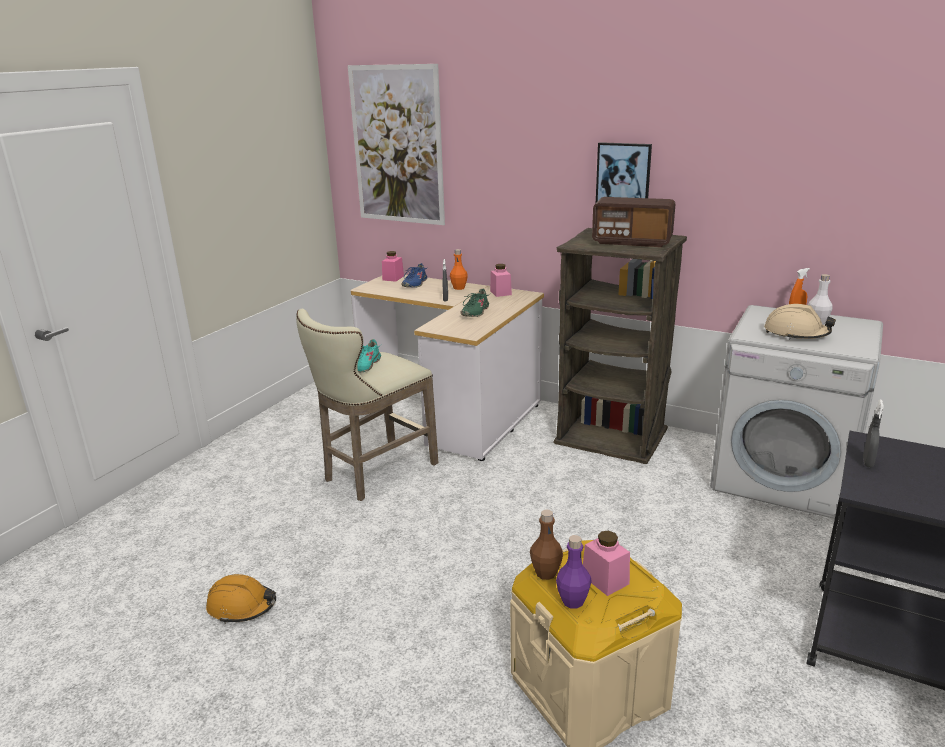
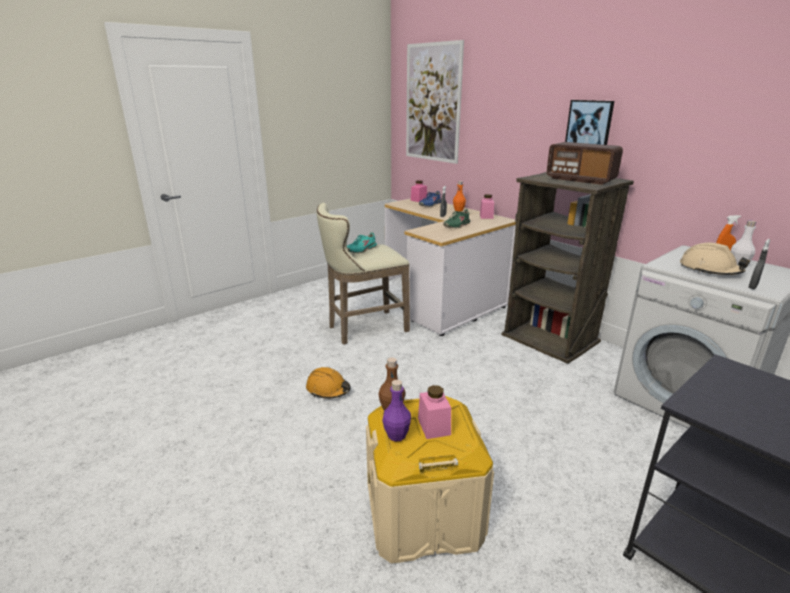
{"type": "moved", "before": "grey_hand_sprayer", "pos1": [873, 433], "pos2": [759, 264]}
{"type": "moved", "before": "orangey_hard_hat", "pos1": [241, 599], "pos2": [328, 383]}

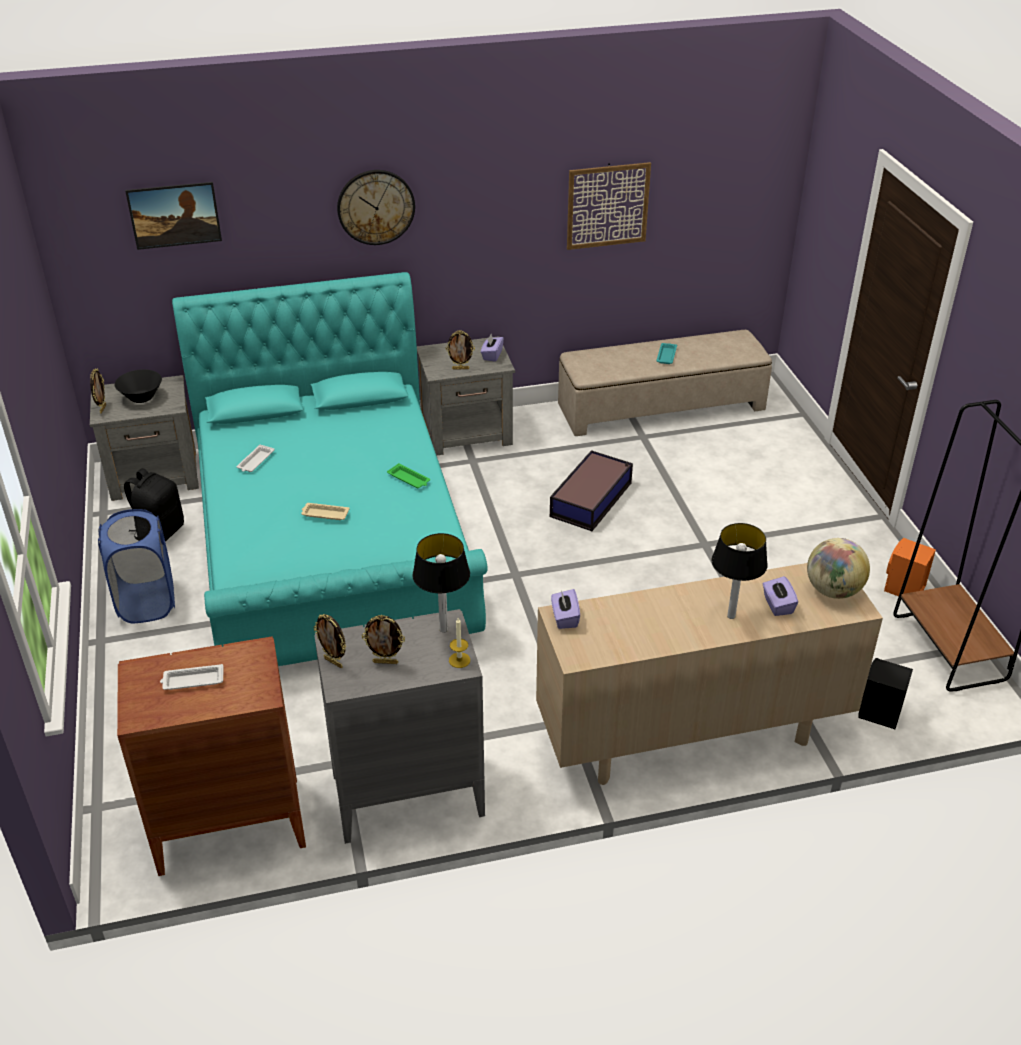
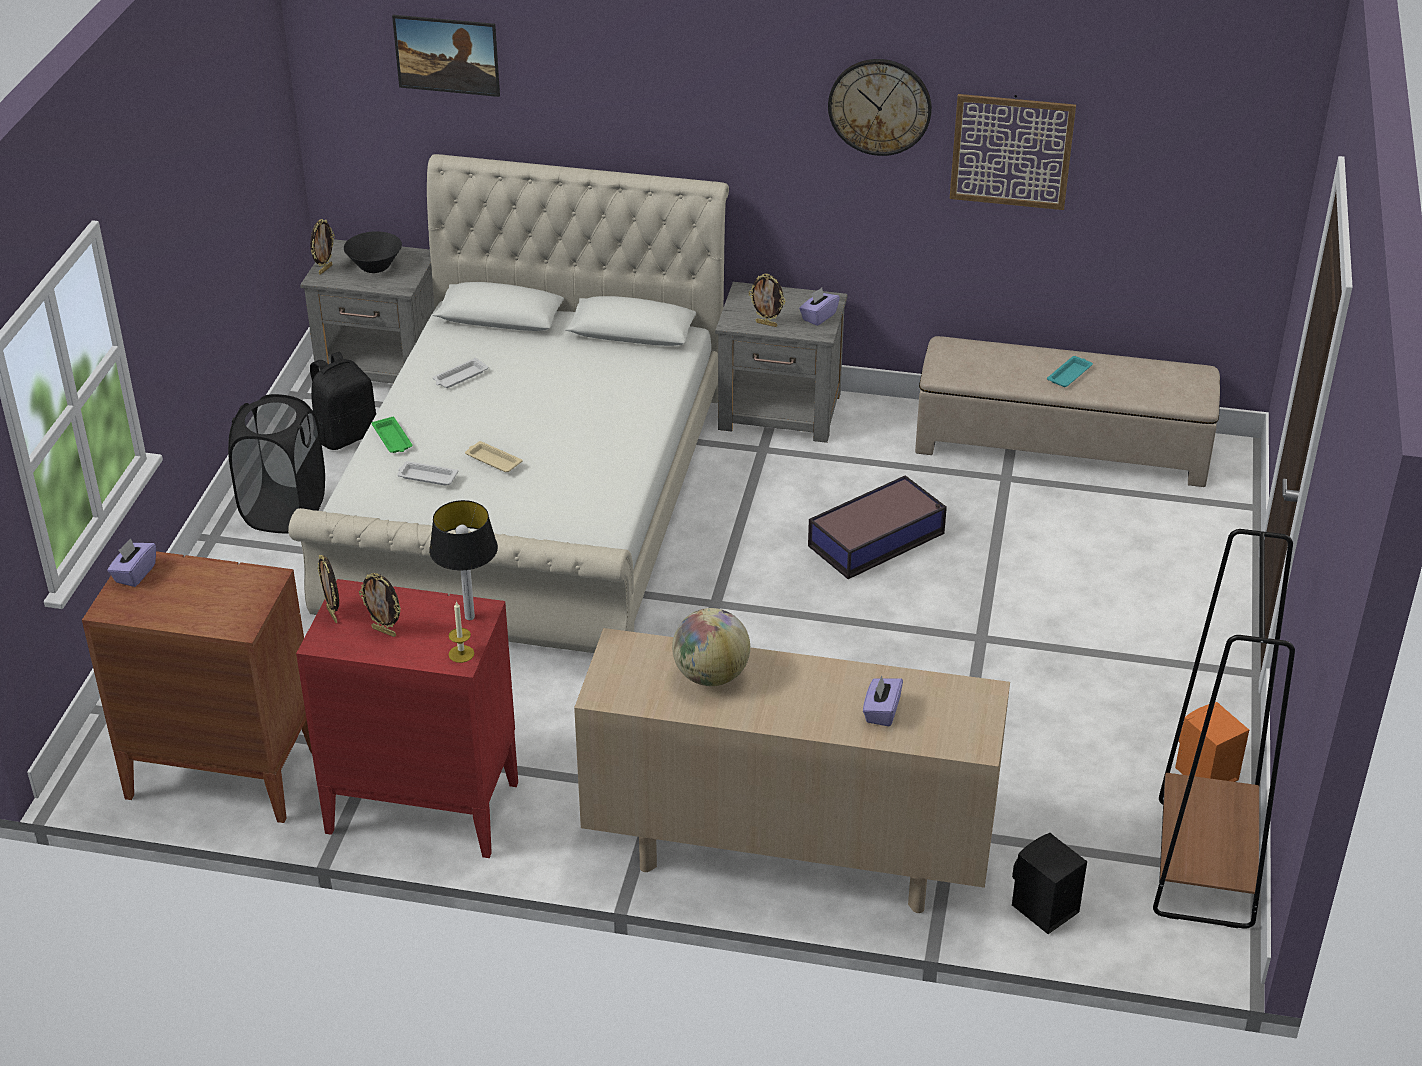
{"type": "moved", "before": "clock_on_the_wall", "pos1": [376, 207], "pos2": [880, 107]}
{"type": "recoloured", "before": "turquoise-coloured_bed", "after": "beige_bed", "pos1": [330, 469], "pos2": [508, 403]}
{"type": "moved", "before": "green-coloured_serving_tray", "pos1": [408, 475], "pos2": [392, 434]}
{"type": "recoloured", "before": "bluish_washing_basket", "after": "black-coloured_washing_basket", "pos1": [136, 566], "pos2": [276, 463]}
{"type": "removed", "before": "tabletop_lamp", "pos1": [740, 571]}
{"type": "moved", "before": "desk_globe", "pos1": [838, 568], "pos2": [711, 647]}
{"type": "moved", "before": "purplish_box_of_tissues", "pos1": [565, 609], "pos2": [131, 562]}
{"type": "recoloured", "before": "grey_dresser", "after": "red-coloured_dresser", "pos1": [399, 726], "pos2": [407, 718]}
{"type": "moved", "before": "white-coloured_serving_tray", "pos1": [192, 677], "pos2": [427, 473]}

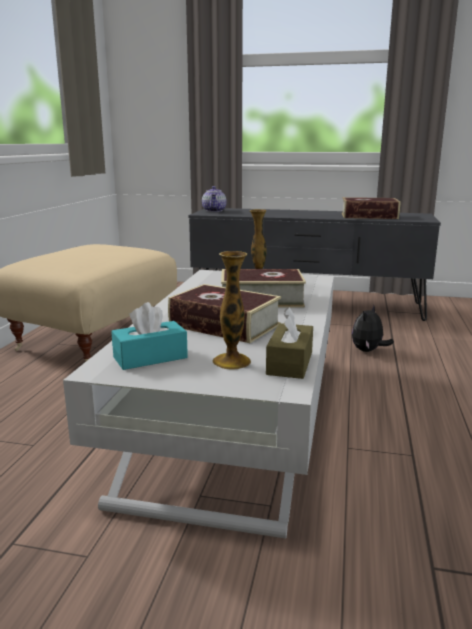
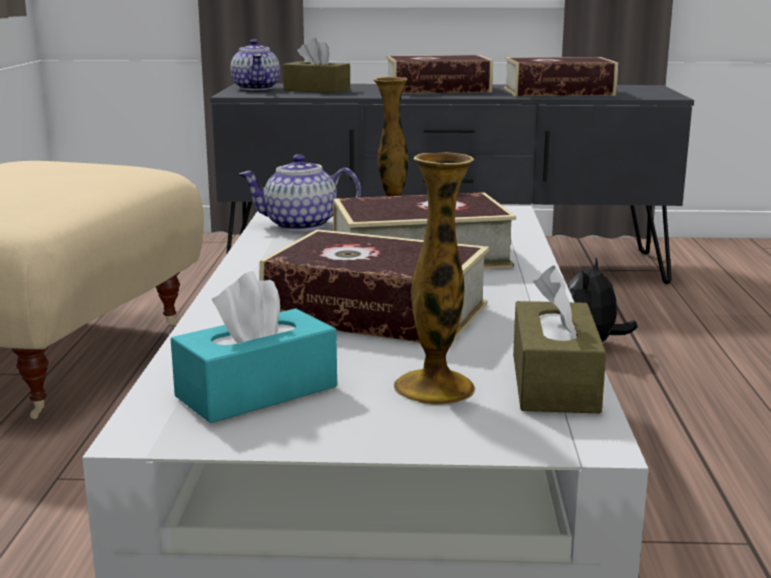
{"type": "added", "after": "brown-coloured_box_of_tissues", "pos2": [316, 65]}
{"type": "added", "after": "volume", "pos2": [439, 74]}
{"type": "added", "after": "pot_for_tea", "pos2": [300, 192]}

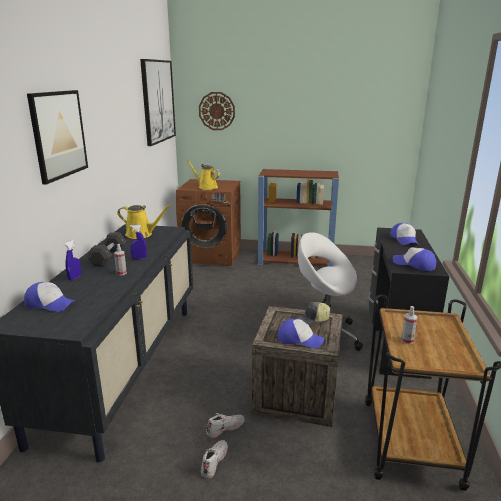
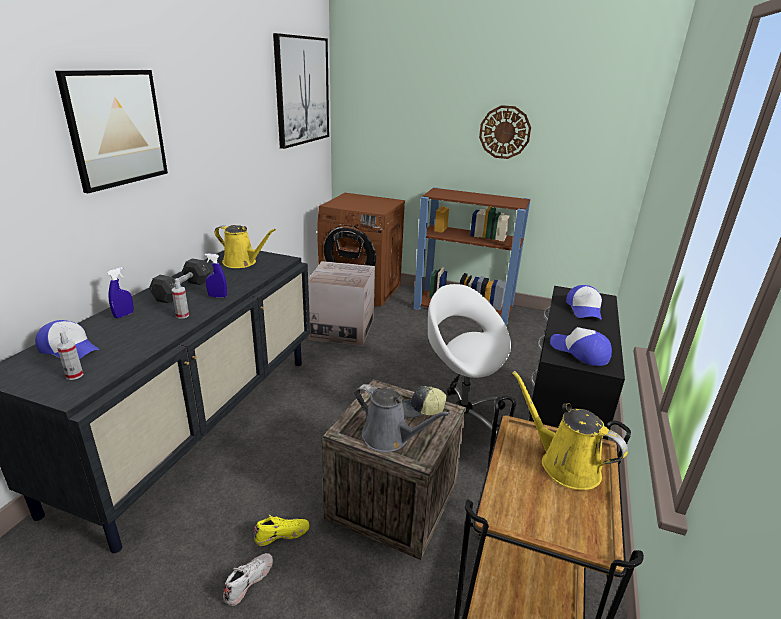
{"type": "moved", "before": "clock_on_the_wall", "pos1": [217, 111], "pos2": [505, 132]}
{"type": "moved", "before": "yellowish_sprinkling_can", "pos1": [203, 175], "pos2": [570, 430]}
{"type": "moved", "before": "hand_sprayer", "pos1": [409, 325], "pos2": [70, 355]}
{"type": "replaced", "before": "baseball_cap", "after": "grey_sprinkling_can", "pos1": [301, 334], "pos2": [402, 418]}
{"type": "recoloured", "before": "white-coloured_low_shoe", "after": "yellowish_low_shoe", "pos1": [225, 425], "pos2": [281, 530]}
{"type": "added", "after": "packing_box", "pos2": [341, 303]}

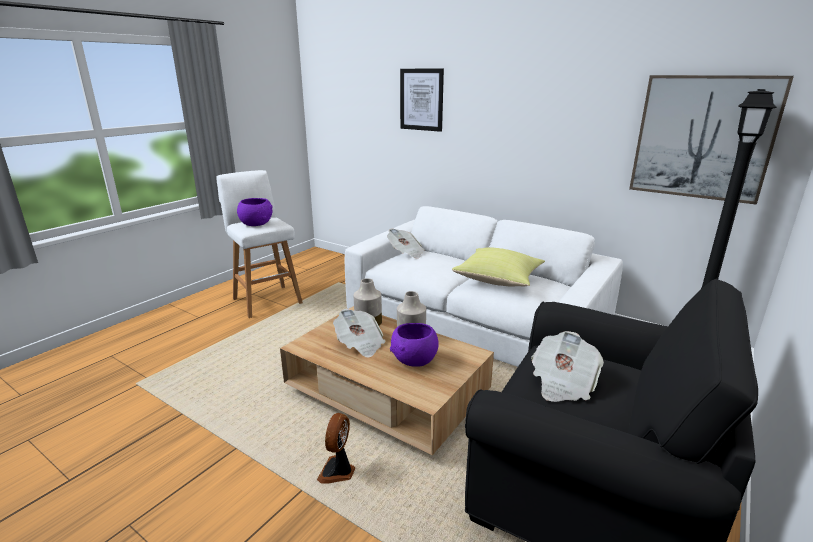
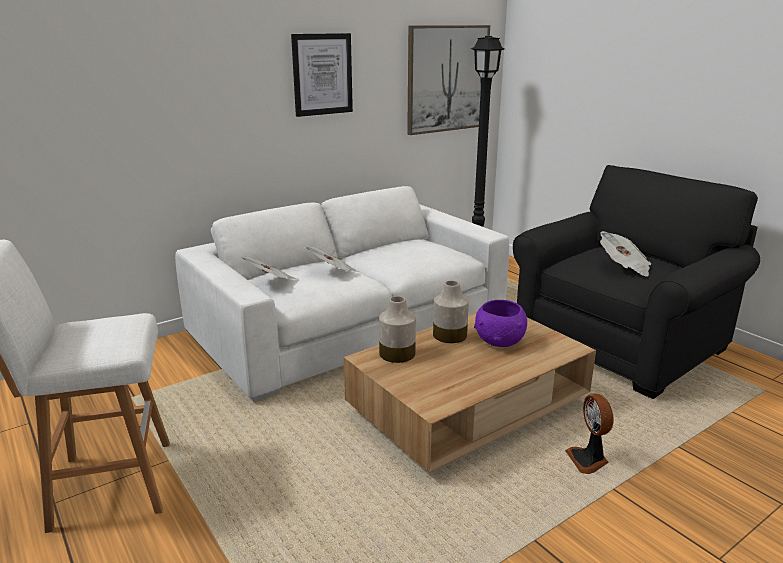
{"type": "moved", "before": "picture", "pos1": [422, 100], "pos2": [322, 75]}
{"type": "removed", "before": "purplish_deep_dish", "pos1": [255, 212]}
{"type": "removed", "before": "yellowish_throw_pillow", "pos1": [498, 267]}
{"type": "moved", "before": "newspaper", "pos1": [359, 333], "pos2": [332, 259]}
{"type": "turned", "before": "fan", "pos1": [336, 448], "pos2": [589, 433], "turn": 45}

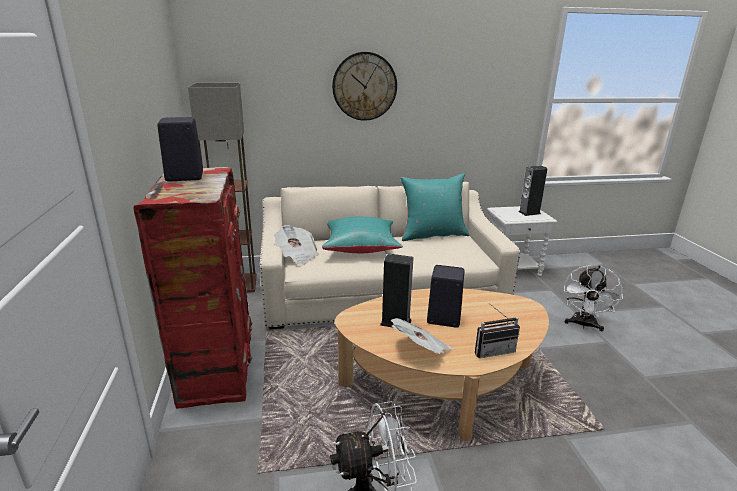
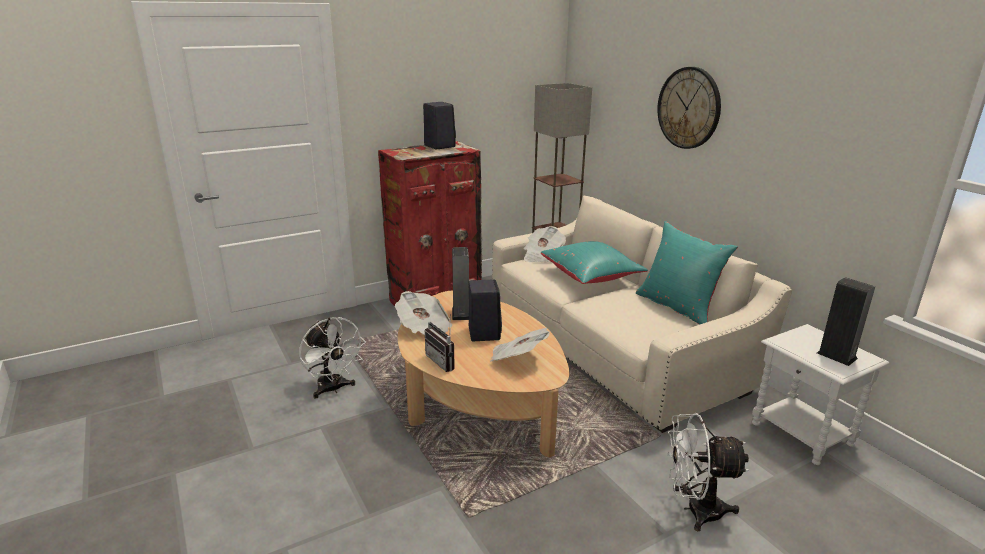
{"type": "added", "after": "newspaper", "pos2": [520, 345]}

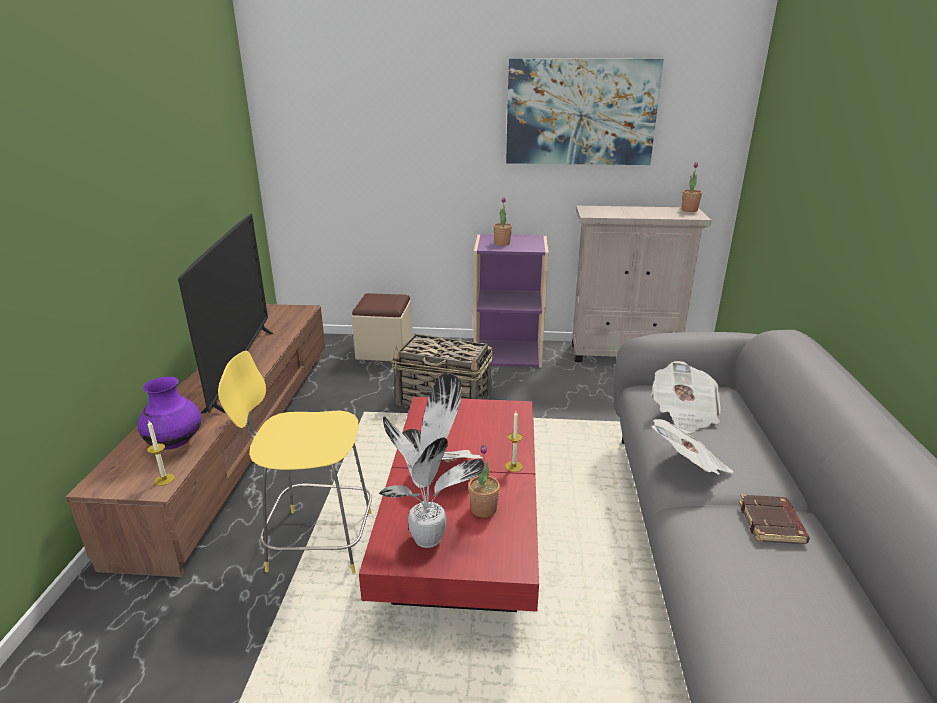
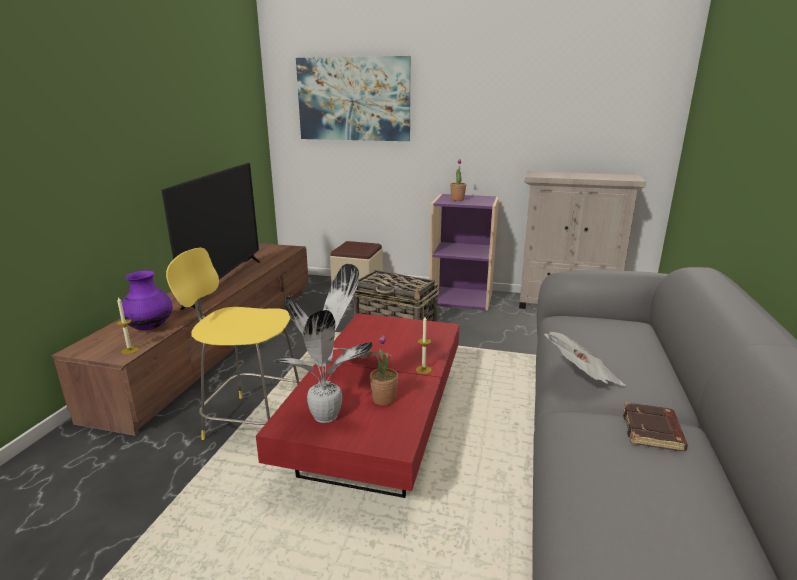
{"type": "moved", "before": "picture", "pos1": [585, 112], "pos2": [353, 98]}
{"type": "removed", "before": "houseplant", "pos1": [692, 187]}
{"type": "removed", "before": "newspaper", "pos1": [686, 397]}

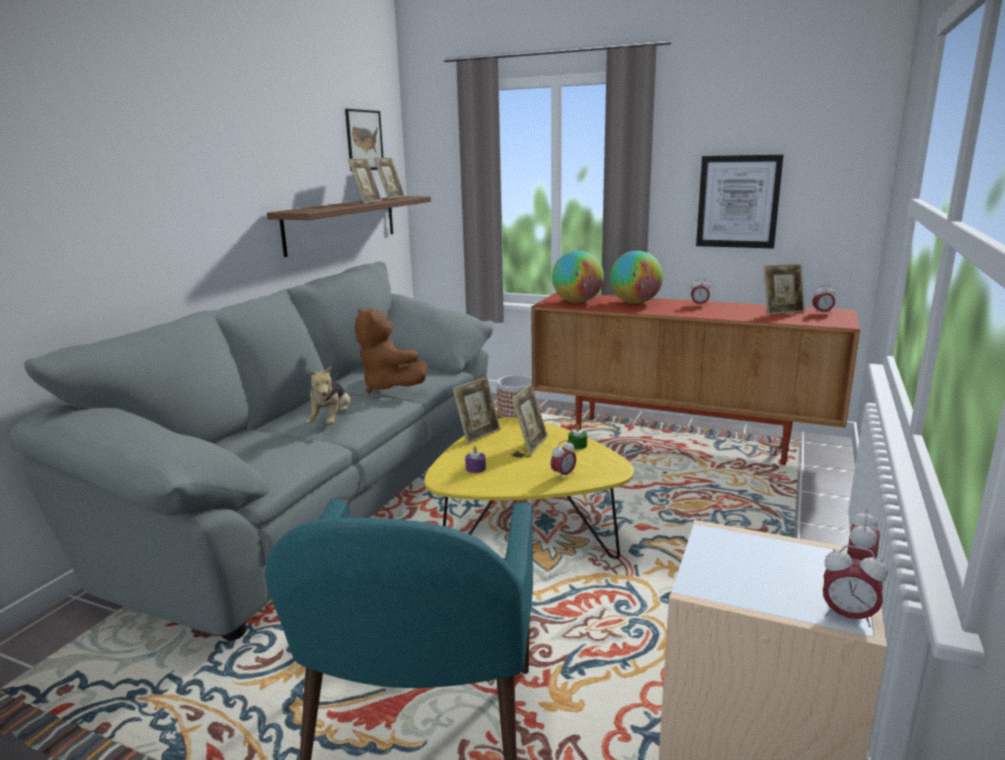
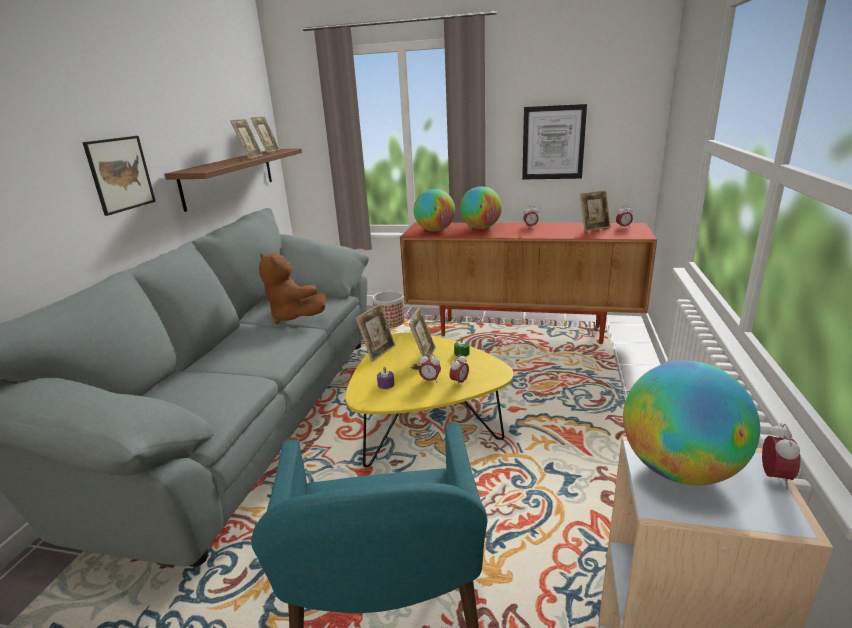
{"type": "moved", "before": "picture", "pos1": [364, 140], "pos2": [119, 176]}
{"type": "removed", "before": "soft_toy", "pos1": [328, 395]}
{"type": "moved", "before": "bedside_clock", "pos1": [855, 586], "pos2": [430, 368]}
{"type": "added", "after": "desk_globe", "pos2": [691, 423]}

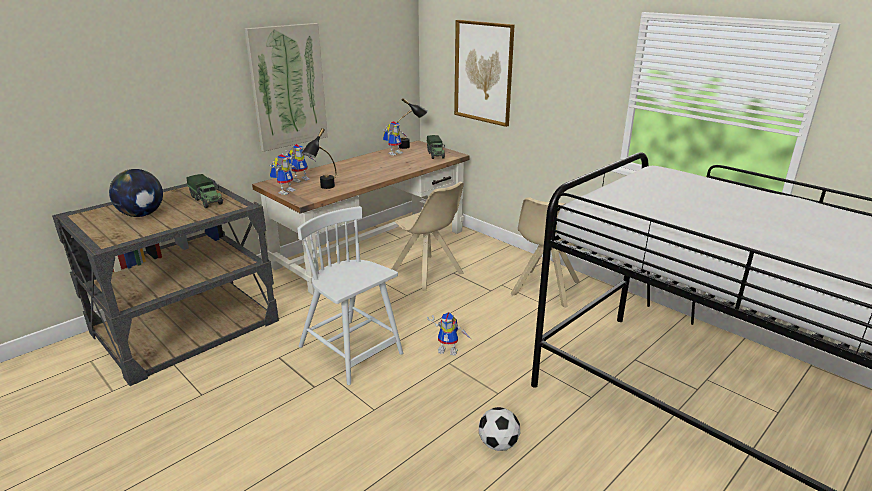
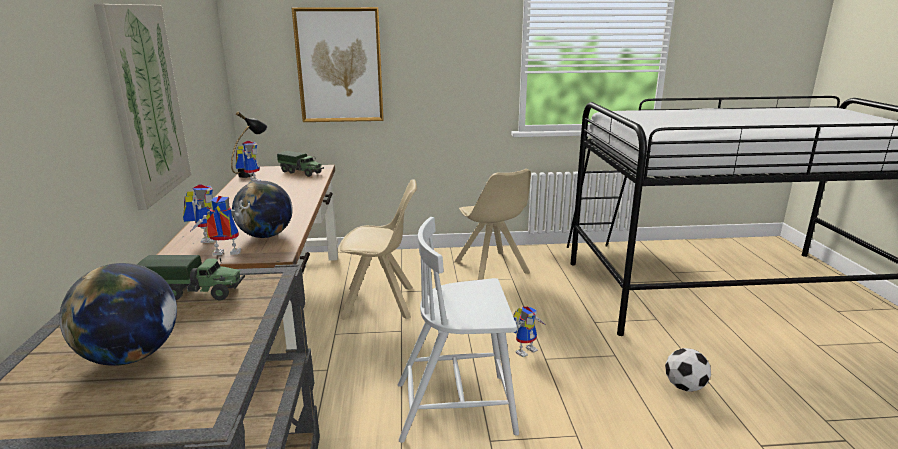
{"type": "replaced", "before": "black-coloured_tabletop_lamp", "after": "desk_globe", "pos1": [319, 158], "pos2": [262, 209]}
{"type": "turned", "before": "robot_figure", "pos1": [284, 174], "pos2": [219, 225], "turn": -75}

